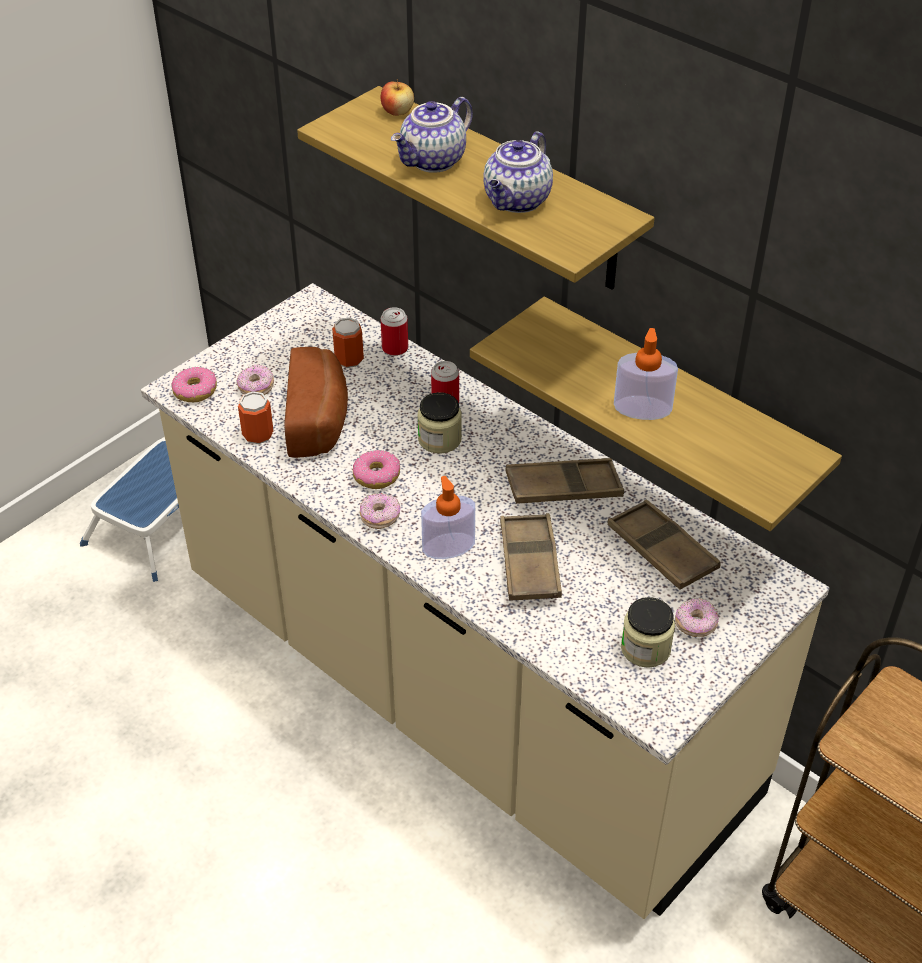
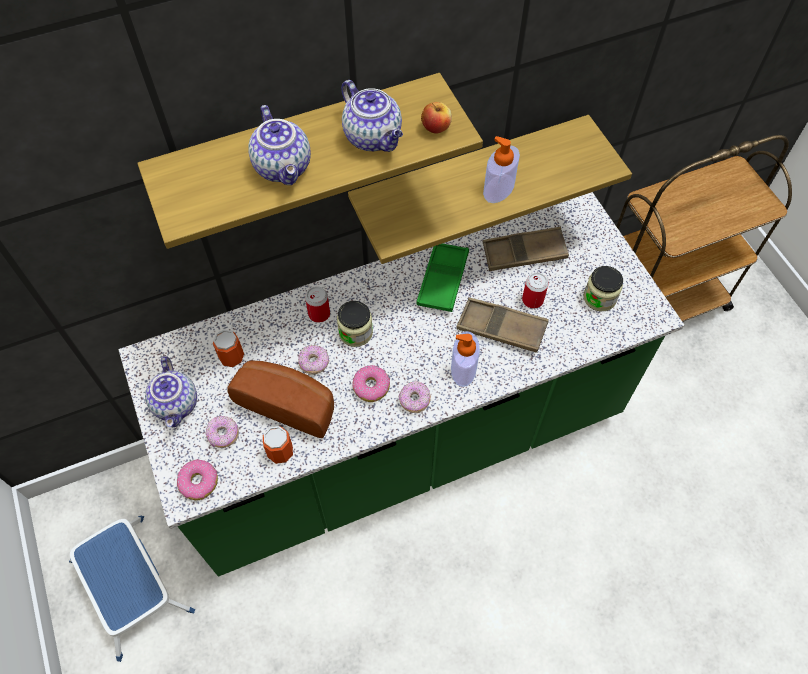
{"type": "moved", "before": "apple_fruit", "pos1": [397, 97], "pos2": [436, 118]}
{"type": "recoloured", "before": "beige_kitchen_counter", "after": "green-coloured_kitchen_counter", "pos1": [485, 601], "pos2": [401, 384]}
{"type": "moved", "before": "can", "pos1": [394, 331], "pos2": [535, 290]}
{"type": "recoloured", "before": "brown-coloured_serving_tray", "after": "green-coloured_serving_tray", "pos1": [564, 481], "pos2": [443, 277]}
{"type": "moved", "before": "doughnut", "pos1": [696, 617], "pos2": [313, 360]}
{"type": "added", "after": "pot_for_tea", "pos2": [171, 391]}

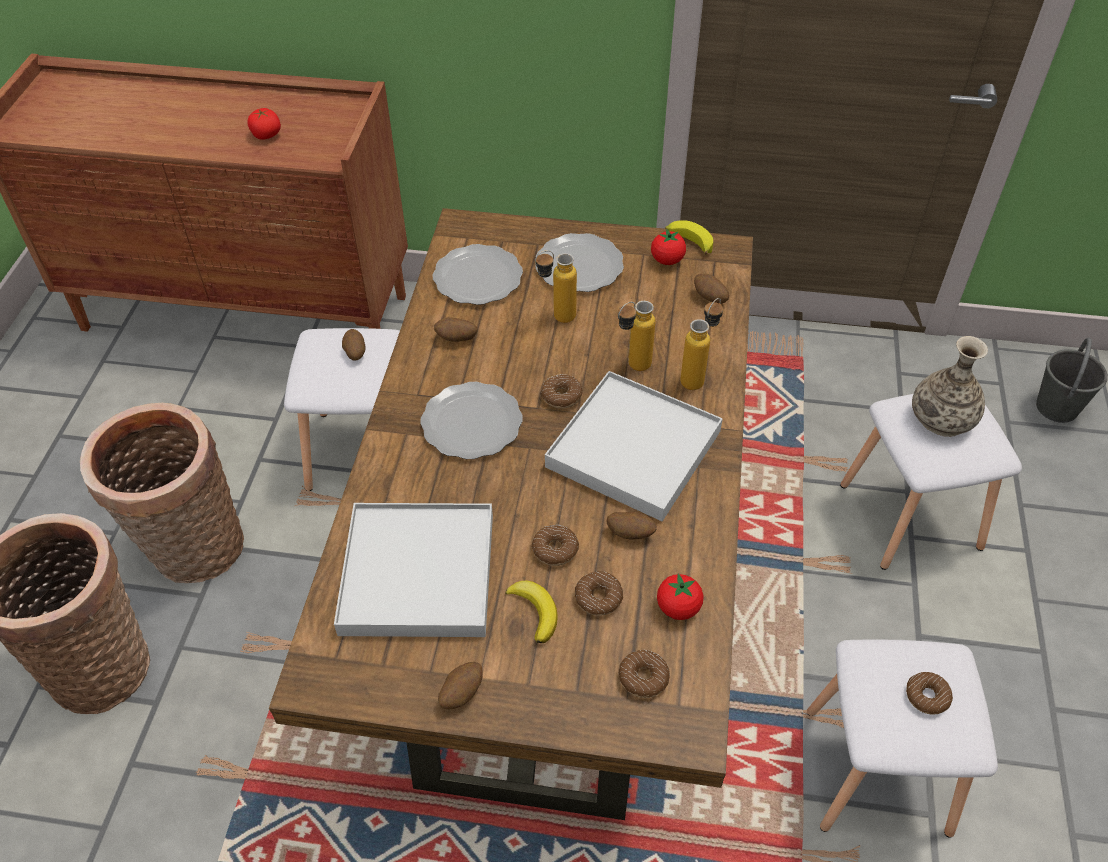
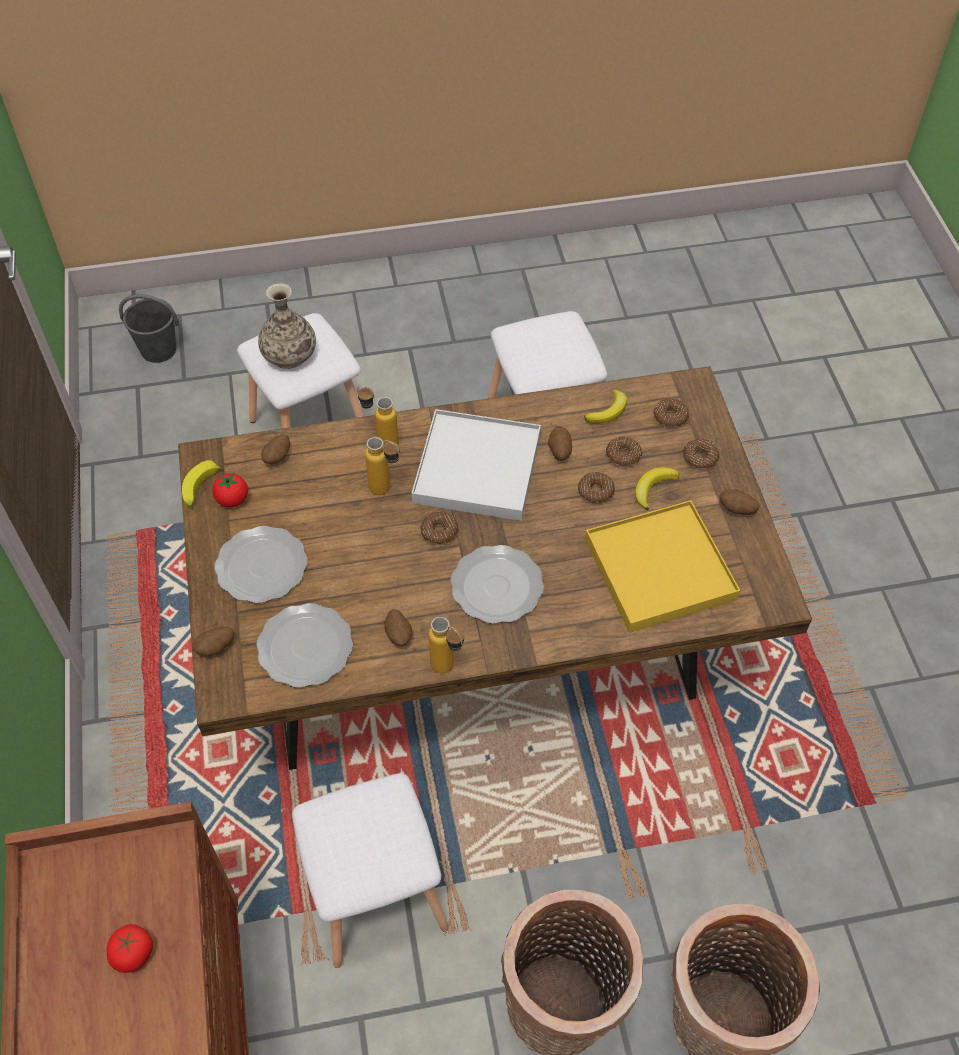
{"type": "moved", "before": "drink_bottle", "pos1": [556, 286], "pos2": [446, 645]}
{"type": "moved", "before": "spud", "pos1": [354, 345], "pos2": [213, 641]}
{"type": "recoloured", "before": "white-coloured_serving_tray", "after": "yellowish_serving_tray", "pos1": [413, 570], "pos2": [662, 566]}
{"type": "replaced", "before": "tomato", "after": "whole_banana", "pos1": [680, 596], "pos2": [605, 407]}
{"type": "moved", "before": "doughnut", "pos1": [929, 693], "pos2": [701, 454]}

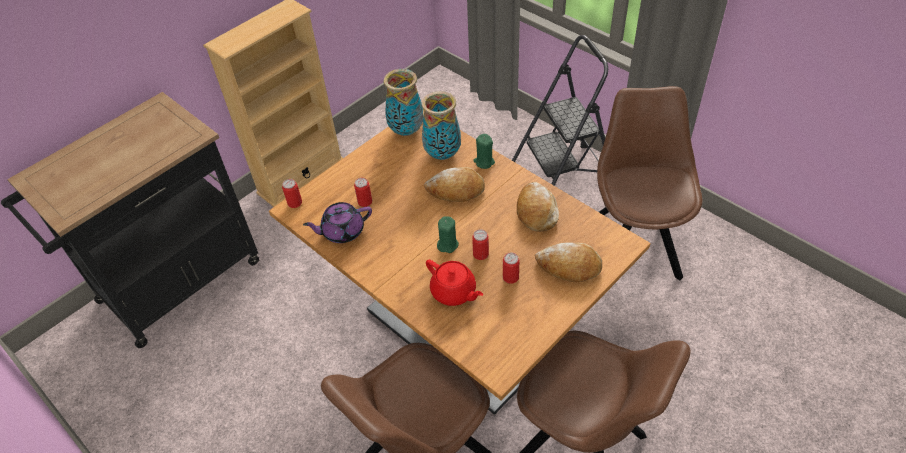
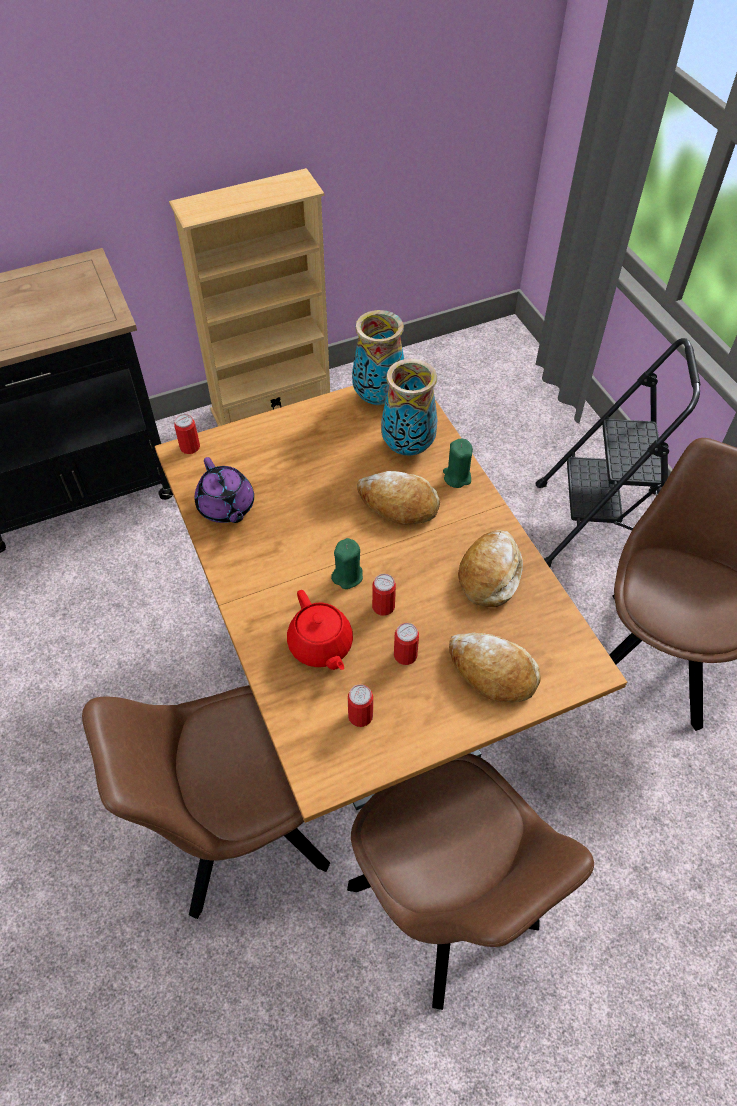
{"type": "moved", "before": "can", "pos1": [363, 192], "pos2": [360, 705]}
{"type": "turned", "before": "purplish_pot_for_tea", "pos1": [337, 222], "pos2": [224, 490], "turn": -120}

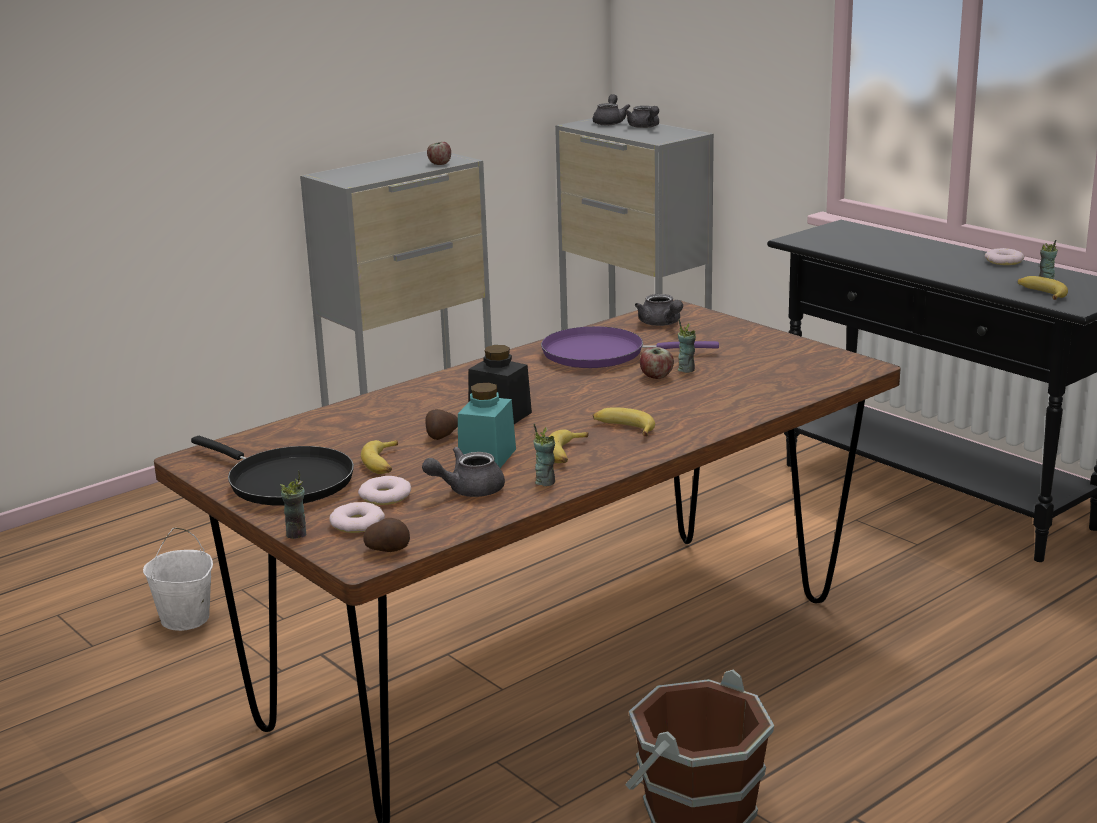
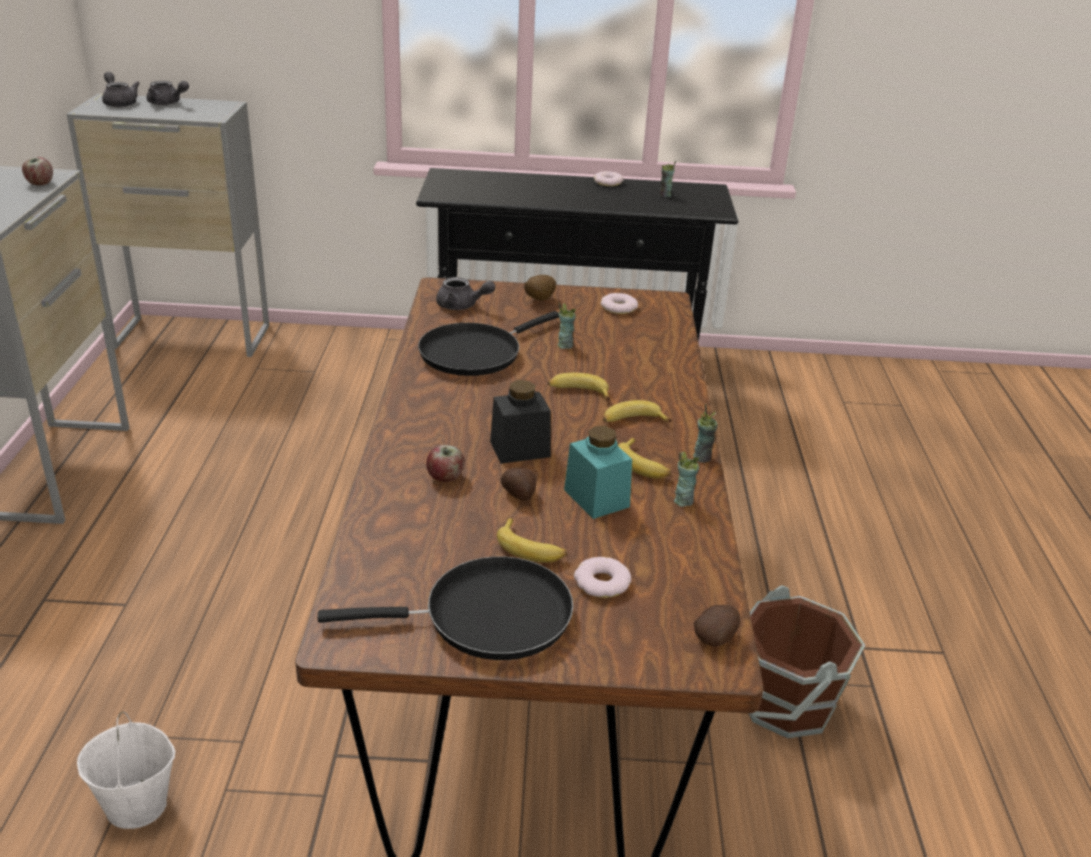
{"type": "moved", "before": "whole_banana", "pos1": [1043, 288], "pos2": [579, 386]}
{"type": "recoloured", "before": "purplish_frying_pan", "after": "black-coloured_frying_pan", "pos1": [630, 347], "pos2": [488, 343]}
{"type": "moved", "before": "apple_fruit", "pos1": [657, 363], "pos2": [445, 463]}
{"type": "removed", "before": "grey_pot_for_tea", "pos1": [463, 472]}
{"type": "moved", "before": "drinking_cup", "pos1": [293, 505], "pos2": [705, 433]}
{"type": "moved", "before": "doughnut", "pos1": [357, 517], "pos2": [619, 303]}
{"type": "added", "after": "spud", "pos2": [540, 288]}

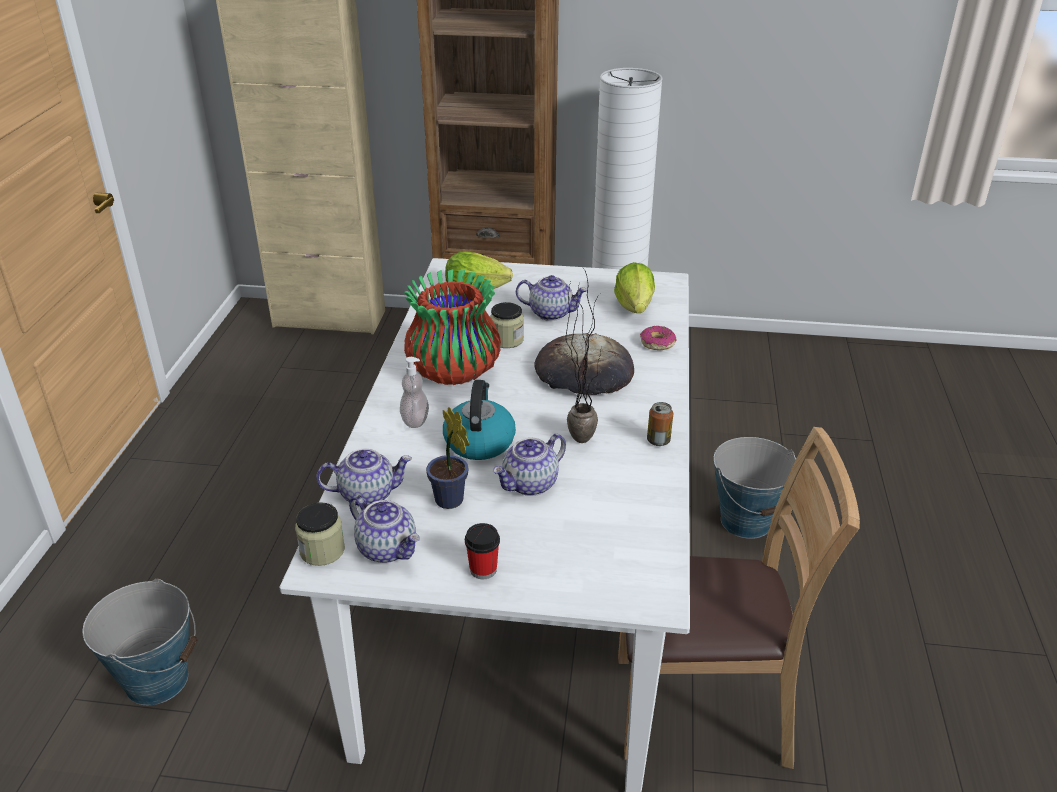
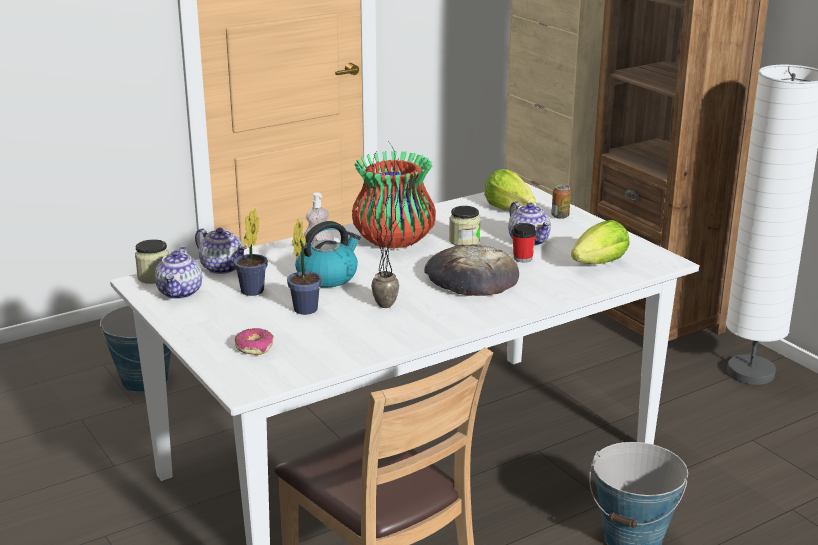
{"type": "moved", "before": "doughnut", "pos1": [658, 338], "pos2": [254, 341]}
{"type": "moved", "before": "can", "pos1": [660, 424], "pos2": [561, 202]}
{"type": "replaced", "before": "pot_for_tea", "after": "houseplant", "pos1": [529, 464], "pos2": [304, 267]}
{"type": "moved", "before": "drinking_cup", "pos1": [482, 551], "pos2": [524, 242]}

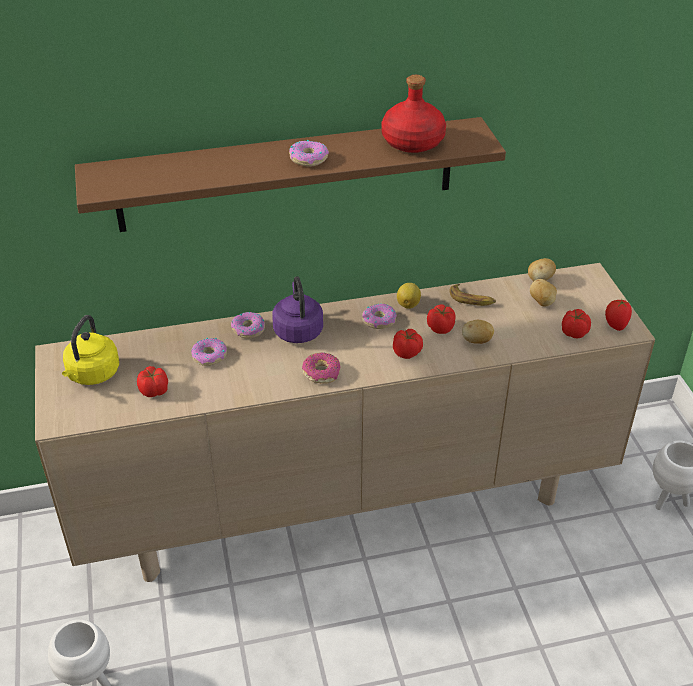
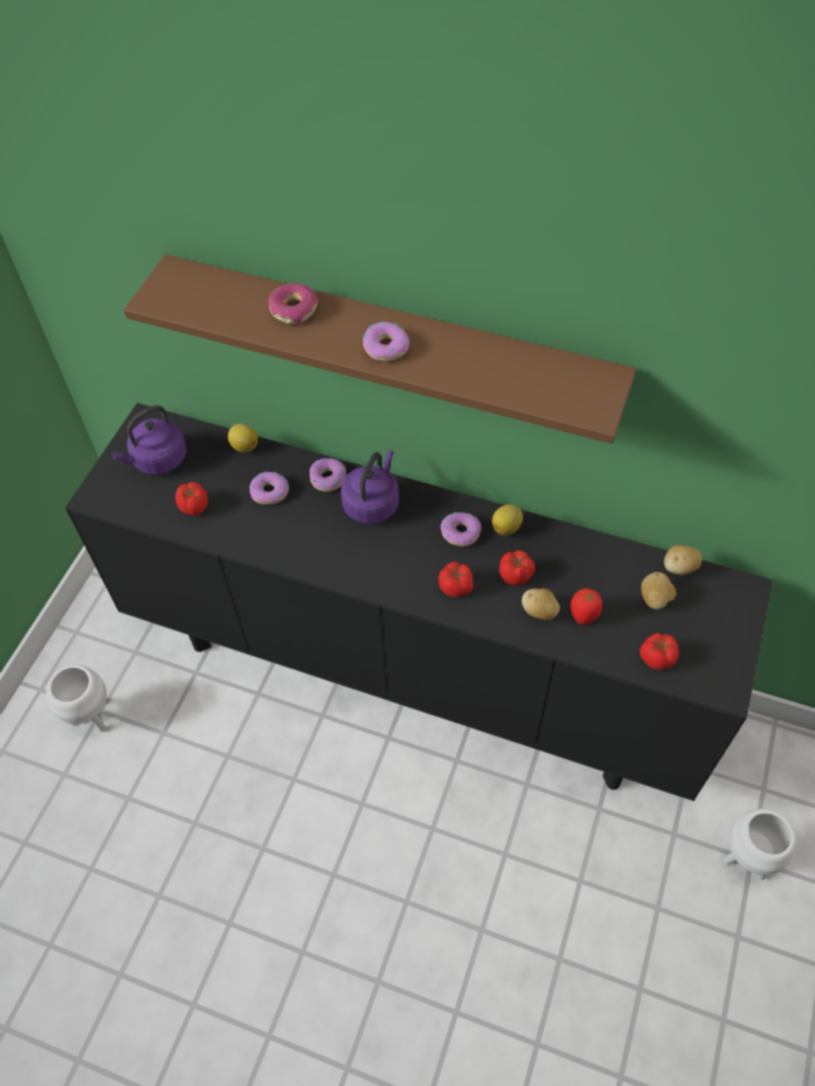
{"type": "removed", "before": "red-coloured_drink_bottle", "pos1": [413, 114]}
{"type": "recoloured", "before": "beige_storage_cabinet", "after": "black-coloured_storage_cabinet", "pos1": [345, 422], "pos2": [419, 602]}
{"type": "removed", "before": "whole_banana", "pos1": [473, 295]}
{"type": "moved", "before": "tomato", "pos1": [618, 315], "pos2": [586, 606]}
{"type": "recoloured", "before": "yellowish_tea_kettle", "after": "purplish_tea_kettle", "pos1": [90, 350], "pos2": [149, 440]}
{"type": "moved", "before": "doughnut", "pos1": [321, 368], "pos2": [293, 304]}
{"type": "added", "after": "whole_lemon", "pos2": [243, 438]}

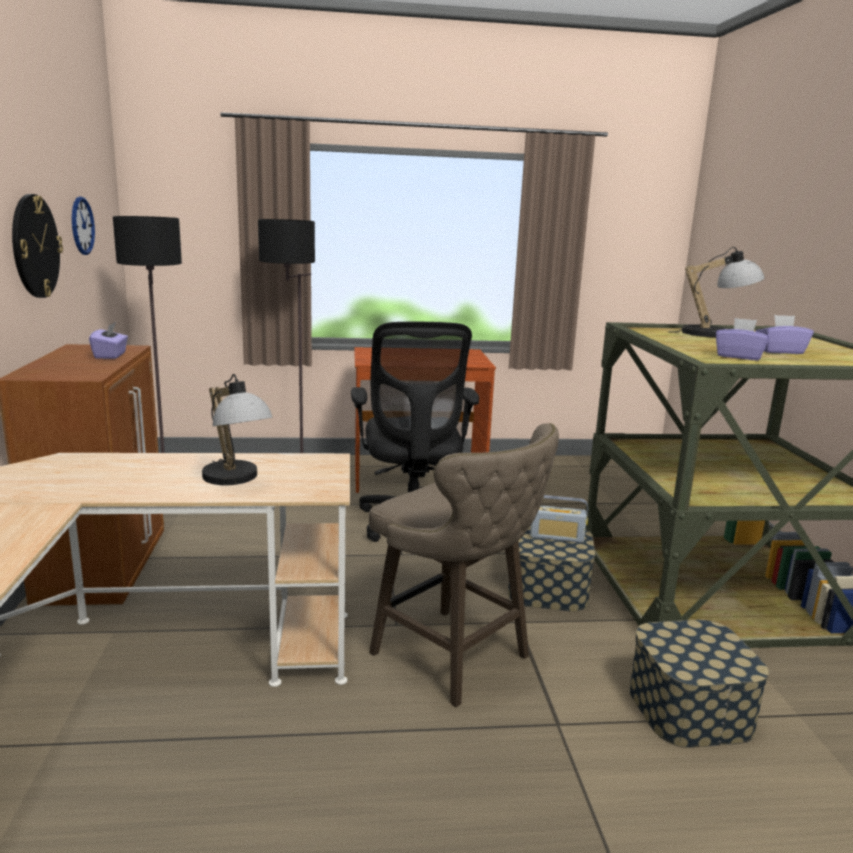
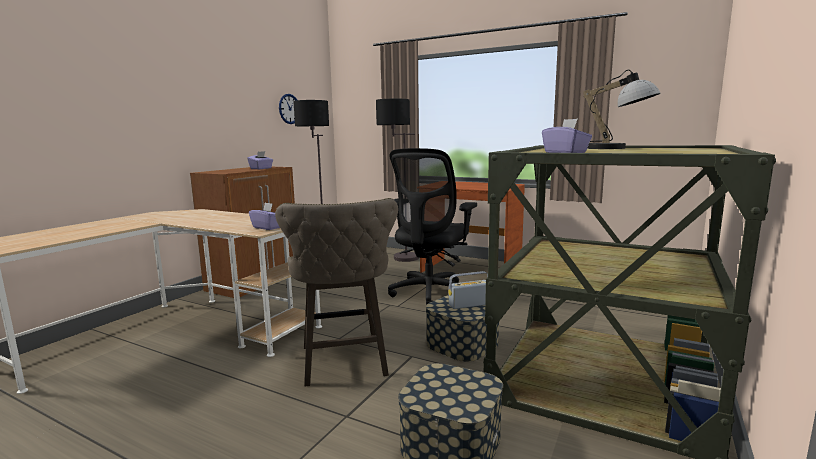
{"type": "removed", "before": "clock_on_the_wall", "pos1": [37, 246]}
{"type": "moved", "before": "purplish_box_of_tissues", "pos1": [784, 334], "pos2": [264, 216]}
{"type": "removed", "before": "tabletop_lamp", "pos1": [237, 429]}
{"type": "turned", "before": "radio_receiver", "pos1": [559, 519], "pos2": [468, 290], "turn": 120}

